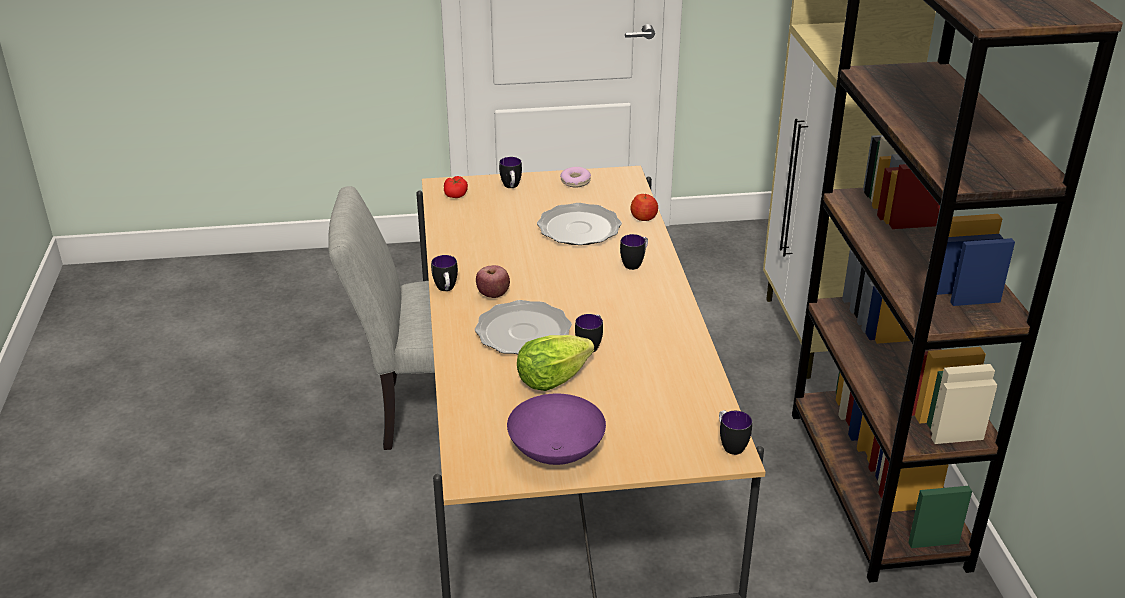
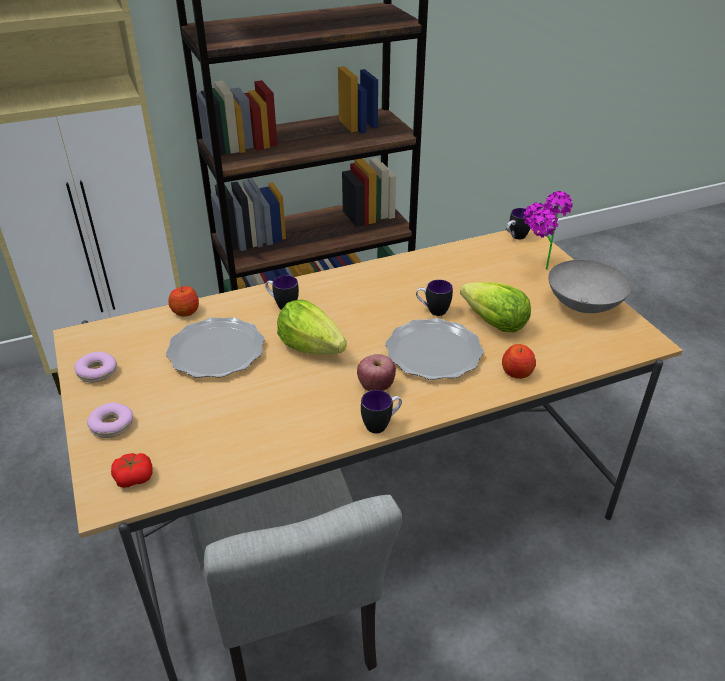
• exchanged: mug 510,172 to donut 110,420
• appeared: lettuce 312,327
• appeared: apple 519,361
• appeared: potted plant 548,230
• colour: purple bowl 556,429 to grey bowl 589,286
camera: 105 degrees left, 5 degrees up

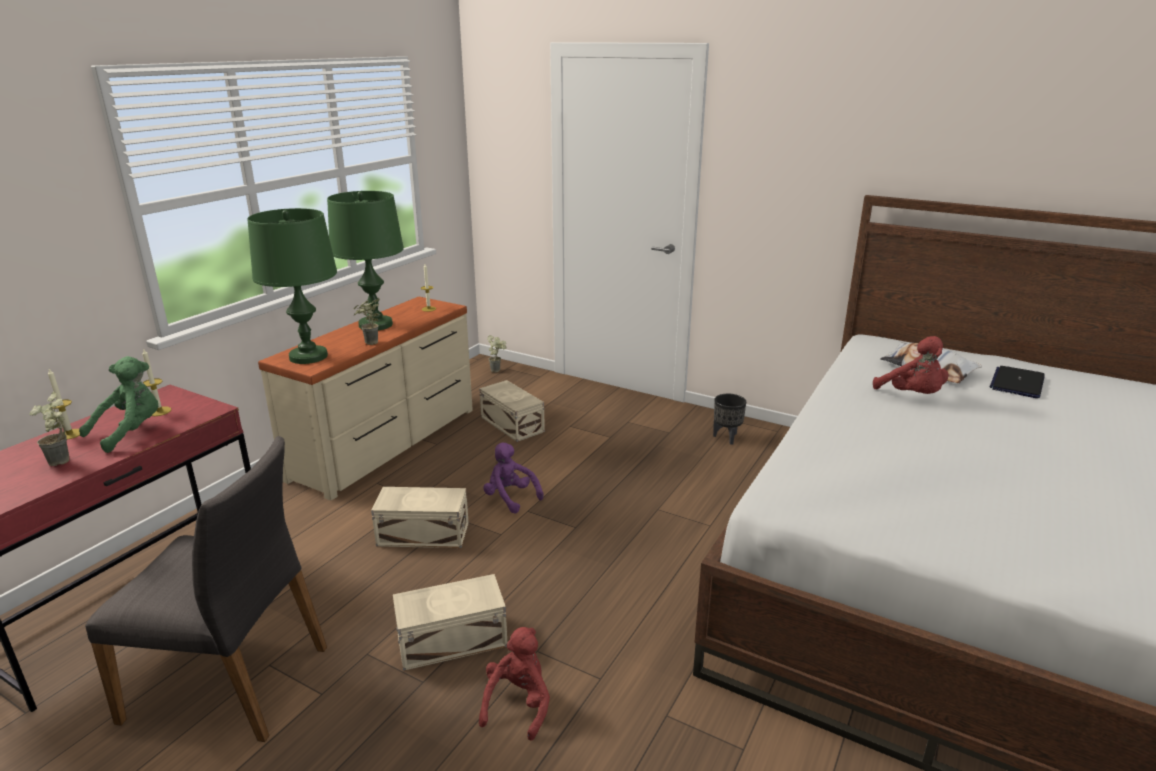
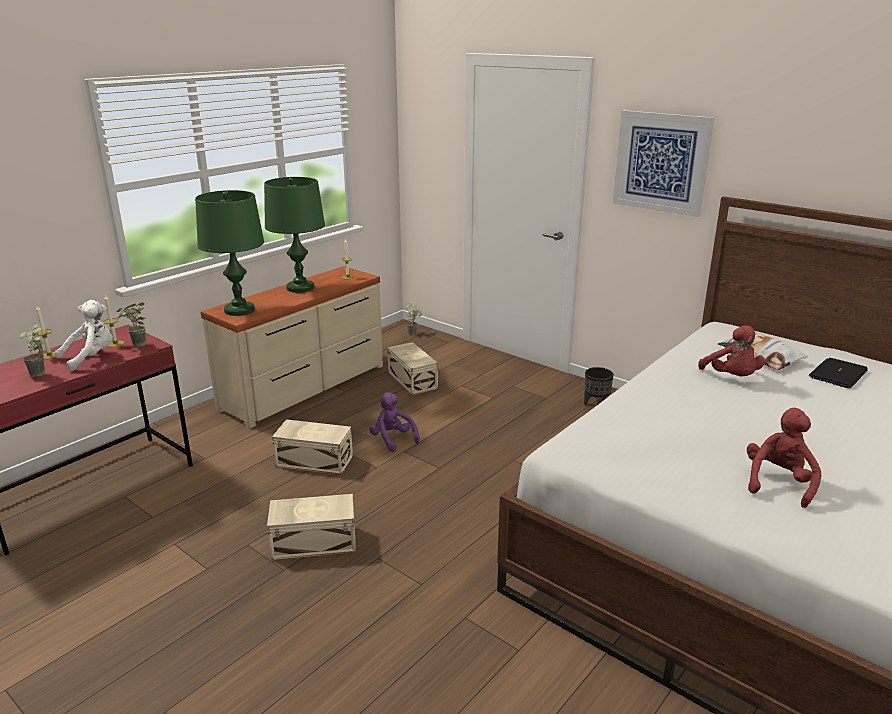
• colour: green plush toy 118,404 to white plush toy 83,335
• relocated: potted plant 367,321 to 131,324
• appeared: picture 664,163
• relocated: red plush toy 514,684 to 784,458
• missing: grey chair 206,589
camera: 10 degrees right, 0 degrees up

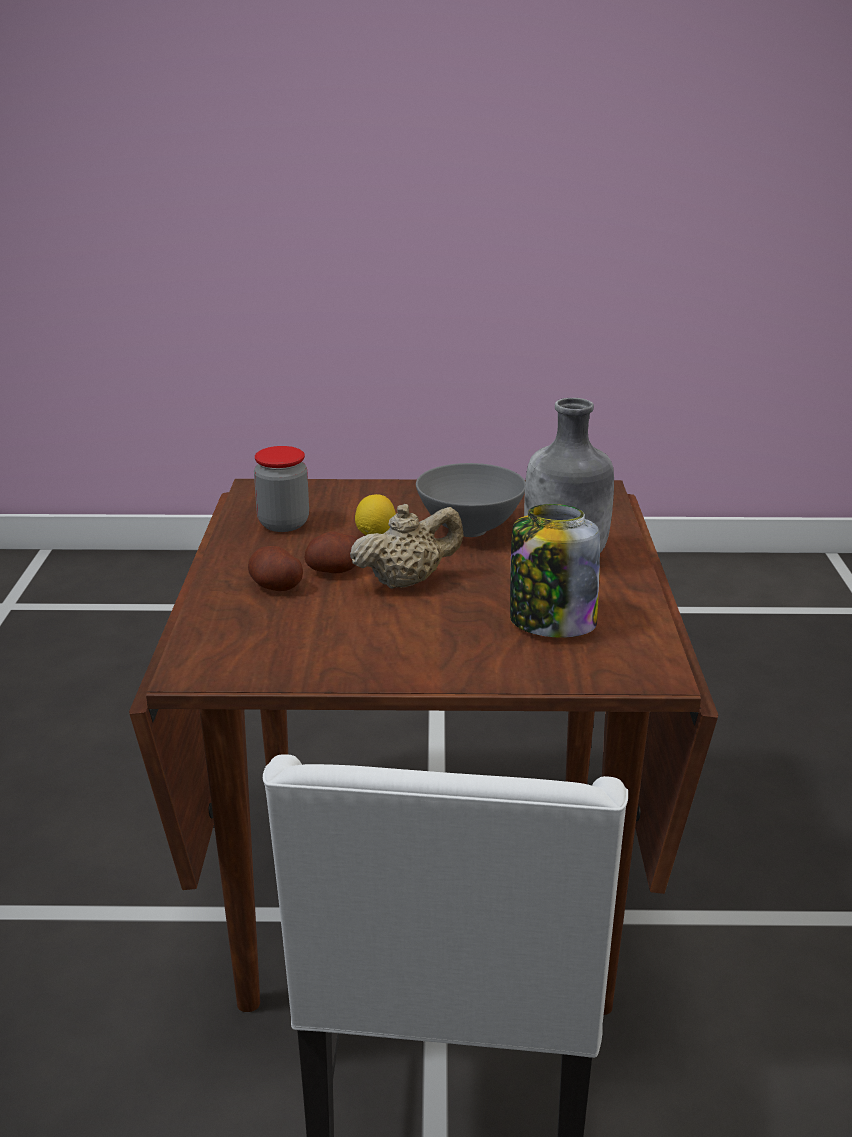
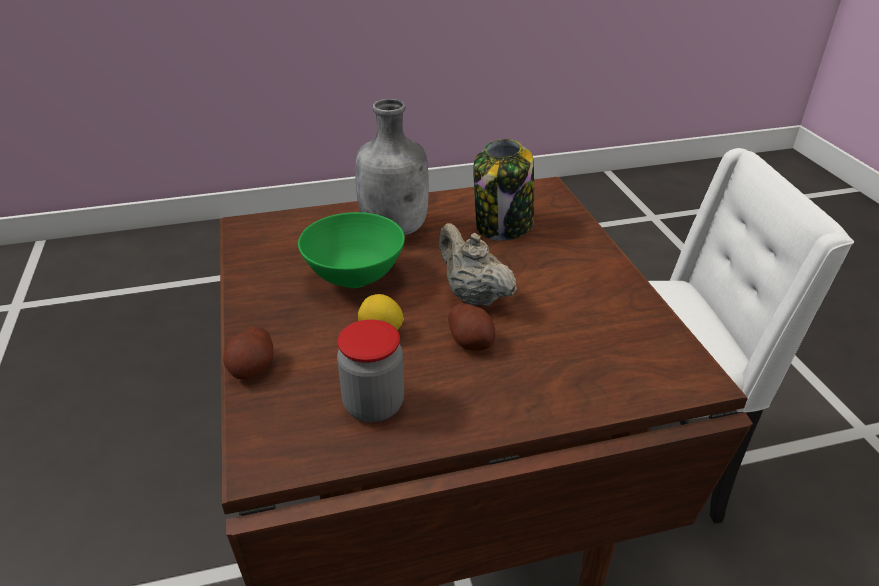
• relocated: potato 275,568 to 248,352
• colour: grey bowl 470,500 to green bowl 351,250
camera: 105 degrees left, 10 degrees up

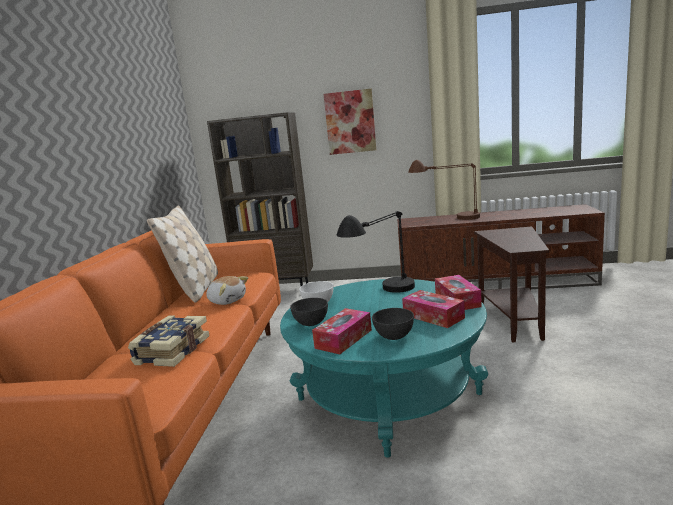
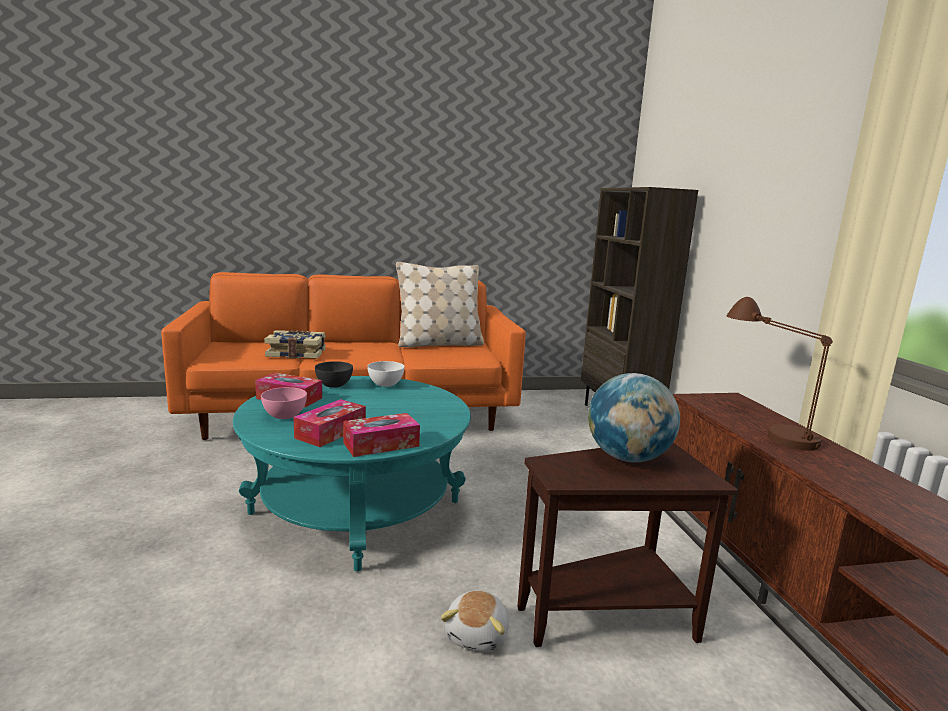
• colour: grey bowl 393,324 to pink bowl 284,403
• relocated: plush toy 227,290 to 475,621
• appeared: globe 634,417
• missing: picture 350,122
• missing: black table lamp 375,252
camera: 70 degrees right, 0 degrees up

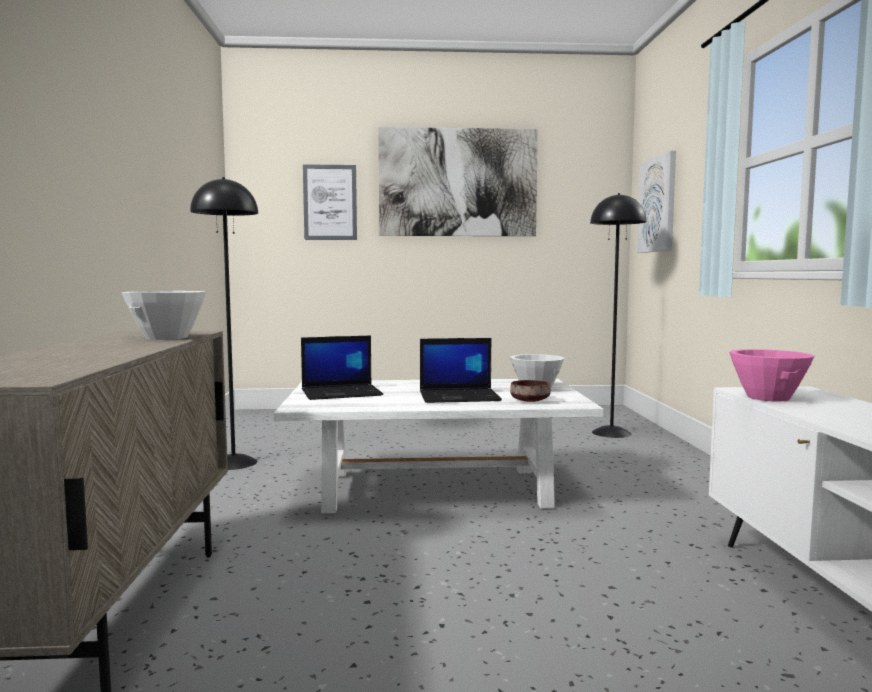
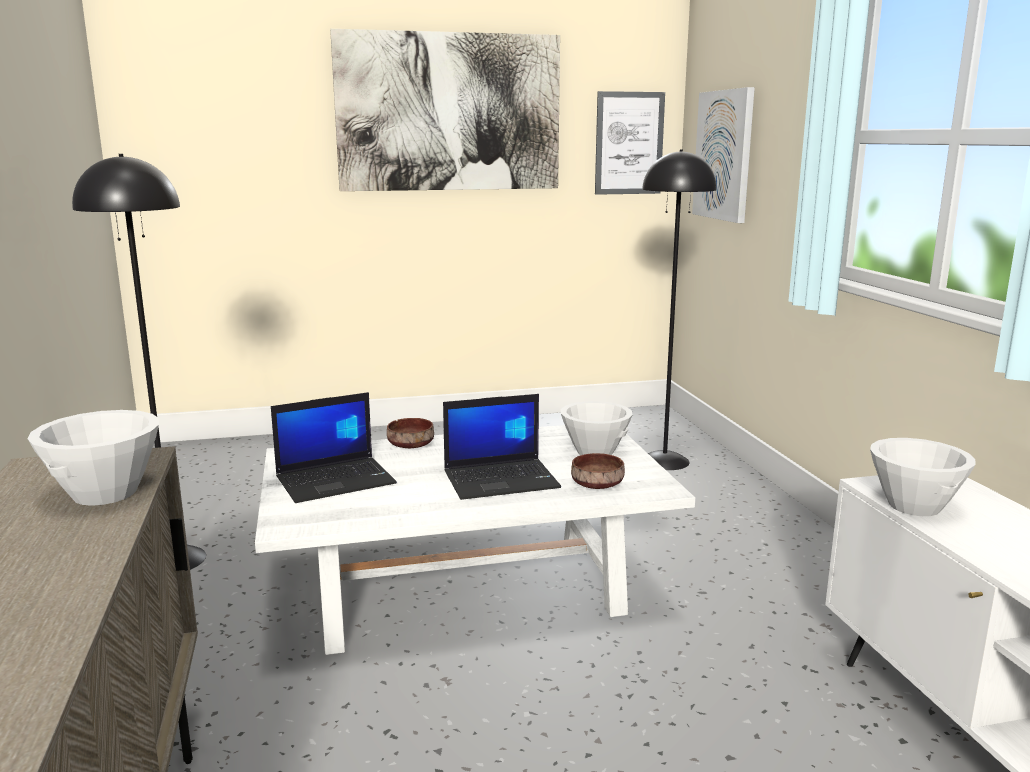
• appeared: brown bowl 410,433
• relocated: picture 330,202 to 630,143
• colour: pink bowl 771,375 to white bowl 923,477
camera: 10 degrees left, 10 degrees up

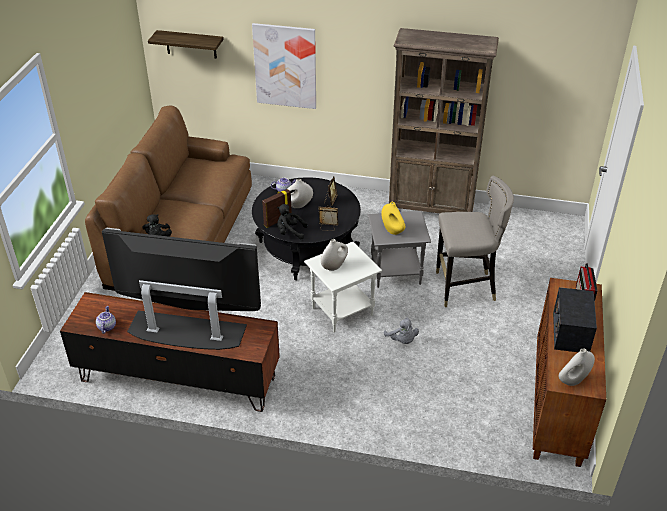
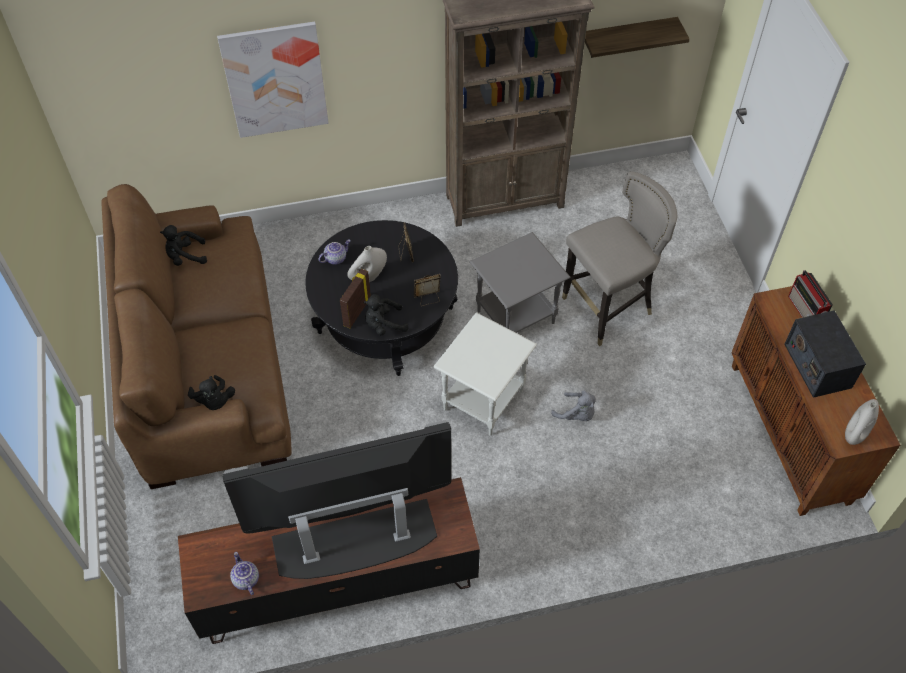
• appeared: black plush toy 183,245
• relocated: shelf 186,44 to 637,37
• missing: white vase 334,255
• missing: yellow vase 393,218
camera: 25 degrees left, 15 degrees up

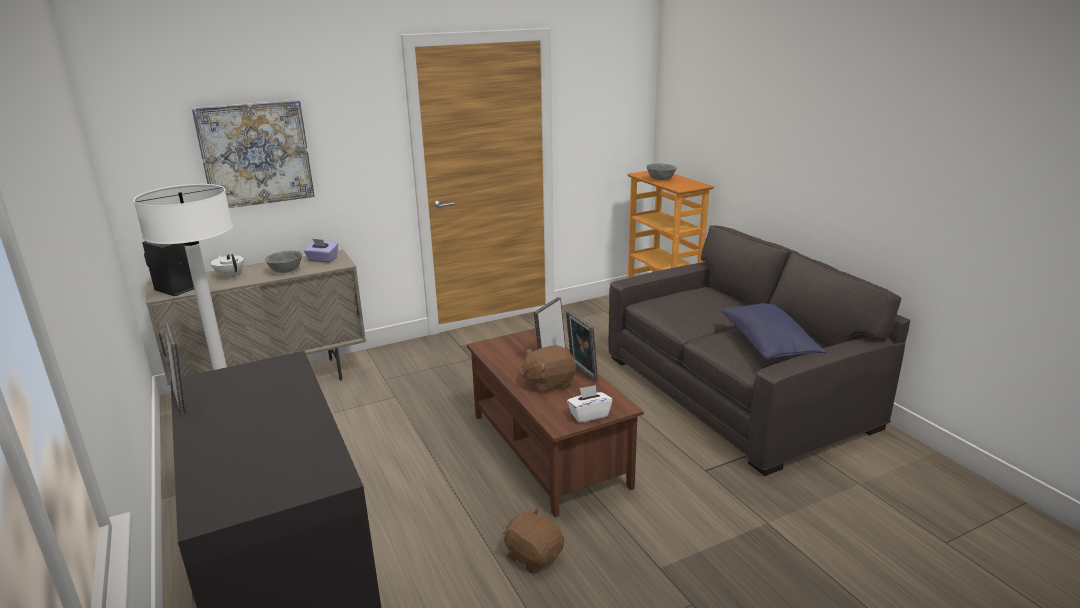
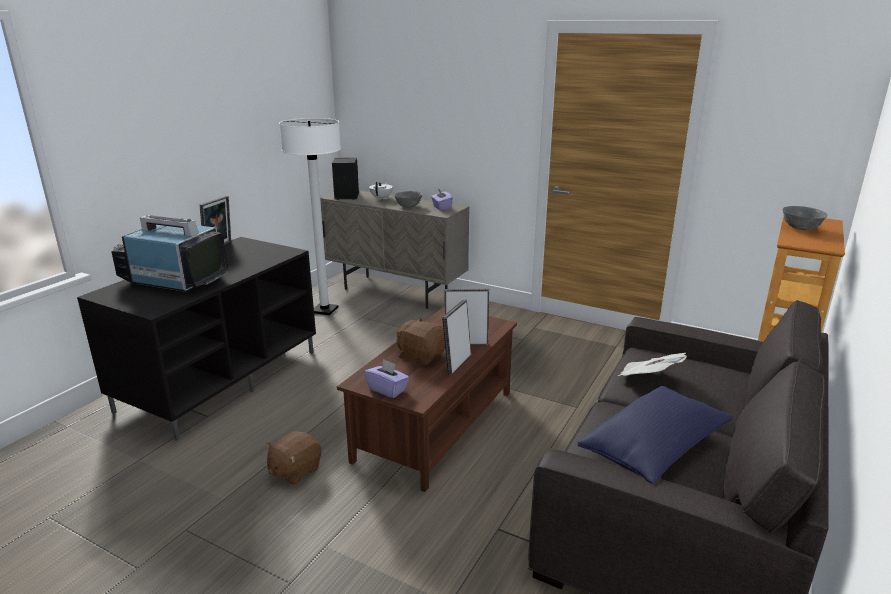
• appeared: television 169,253
• spun: brown plush toy 533,540 = 294,458 150 degrees counterclockwise
• colour: white tissue box 589,404 to purple tissue box 386,378
• appeared: newspaper 652,364
• missing: picture 253,154
camera: 55 degrees right, 0 degrees up

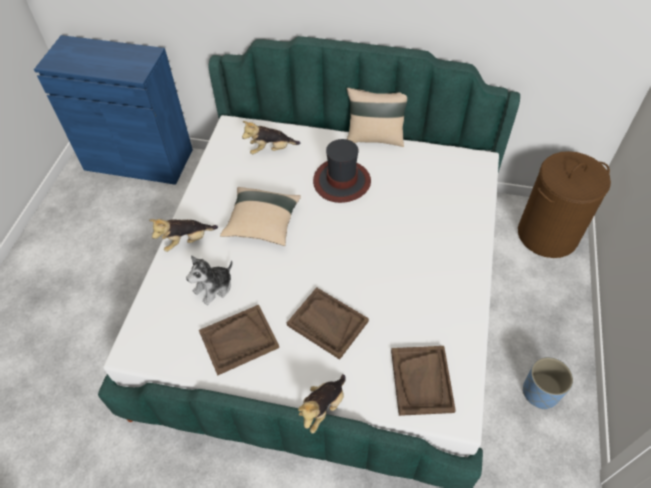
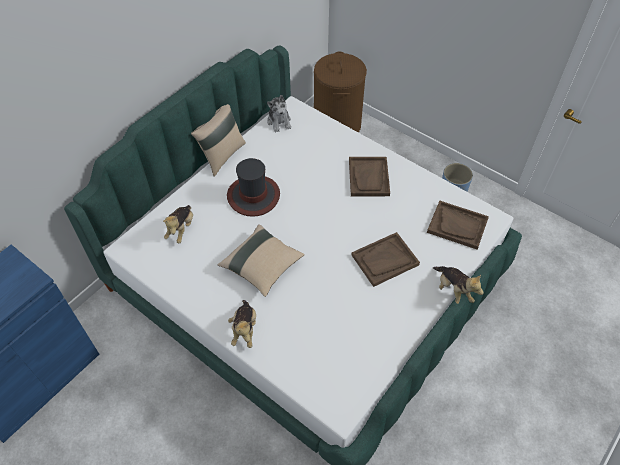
• relocated: plush toy 209,280 to 279,113
• relocated: brown tray 239,340 to 369,176
camera: 65 degrees left, 0 degrees up

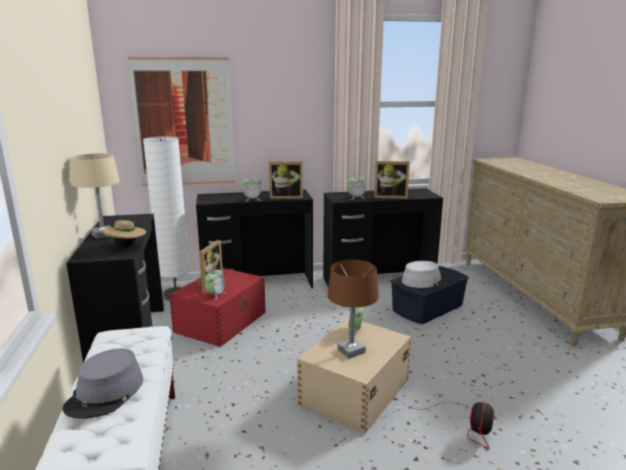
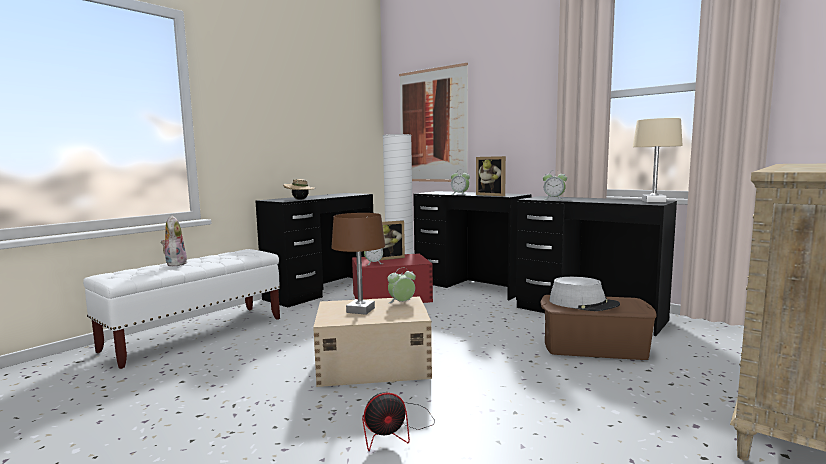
• exchanged: grey hat 103,383 to plush toy 173,240
• colour: blue storage box 430,294 to brown storage box 598,327
• relocated: beige table lamp 95,196 to 658,160
• missing: picture frame 392,180
camera: 50 degrees right, 10 degrees down

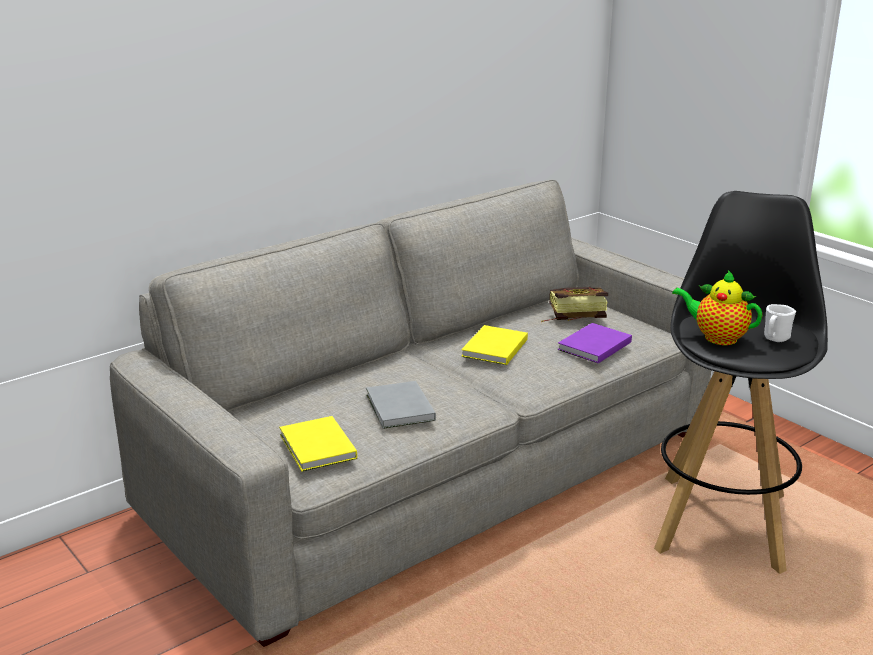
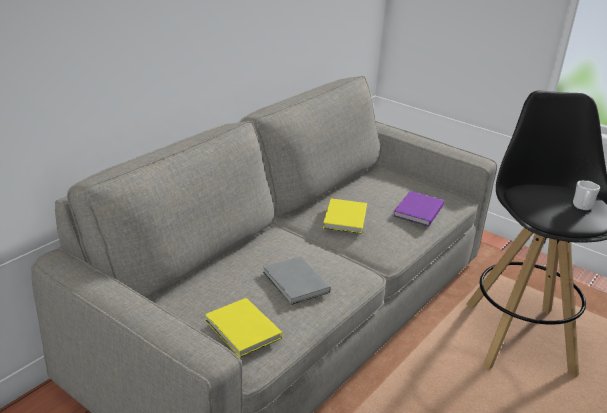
• missing: book 574,304
• missing: teapot 717,307
camera: 15 degrees left, 5 degrees up

